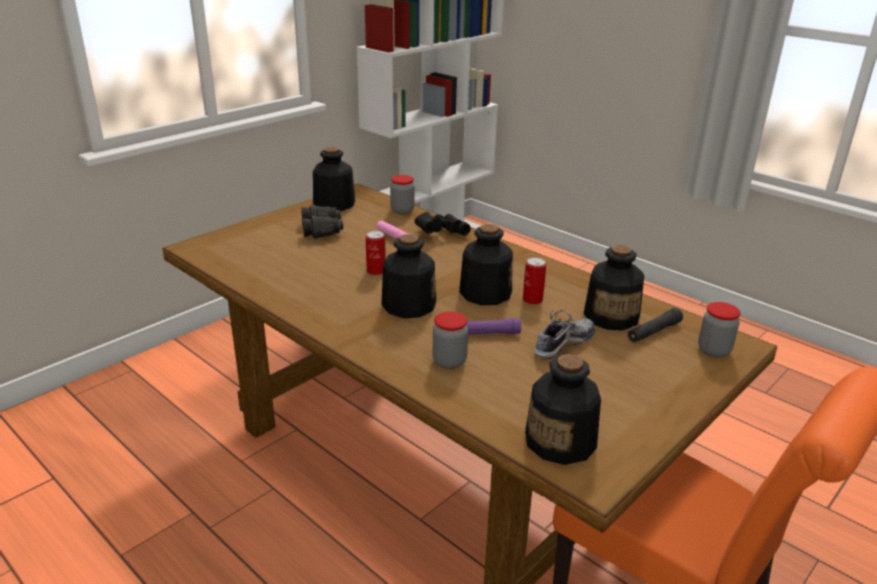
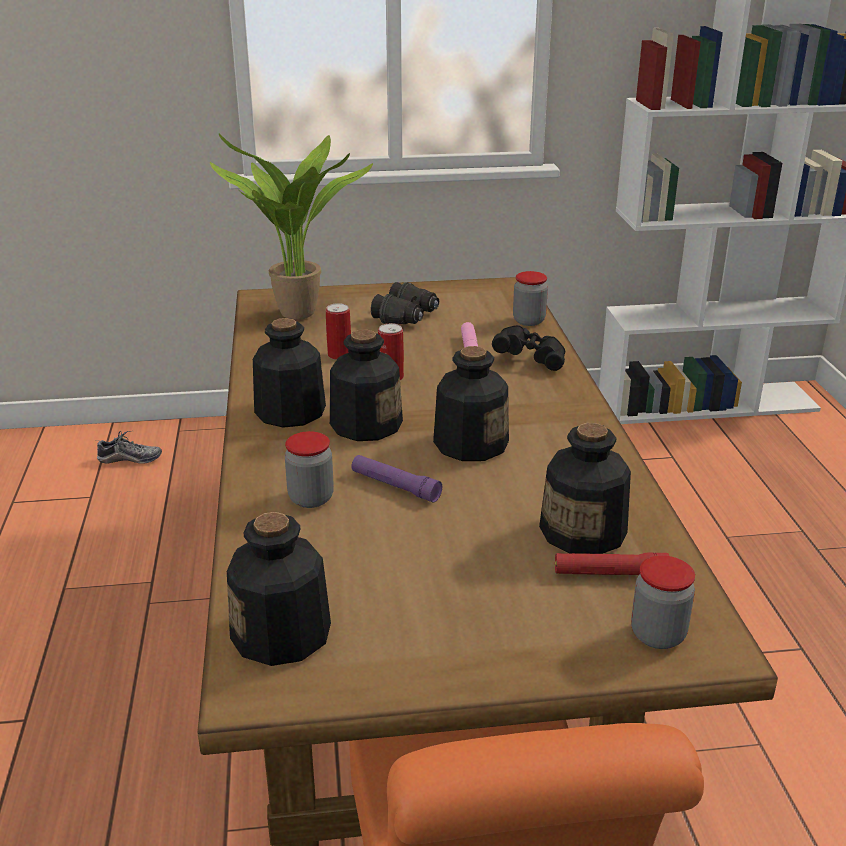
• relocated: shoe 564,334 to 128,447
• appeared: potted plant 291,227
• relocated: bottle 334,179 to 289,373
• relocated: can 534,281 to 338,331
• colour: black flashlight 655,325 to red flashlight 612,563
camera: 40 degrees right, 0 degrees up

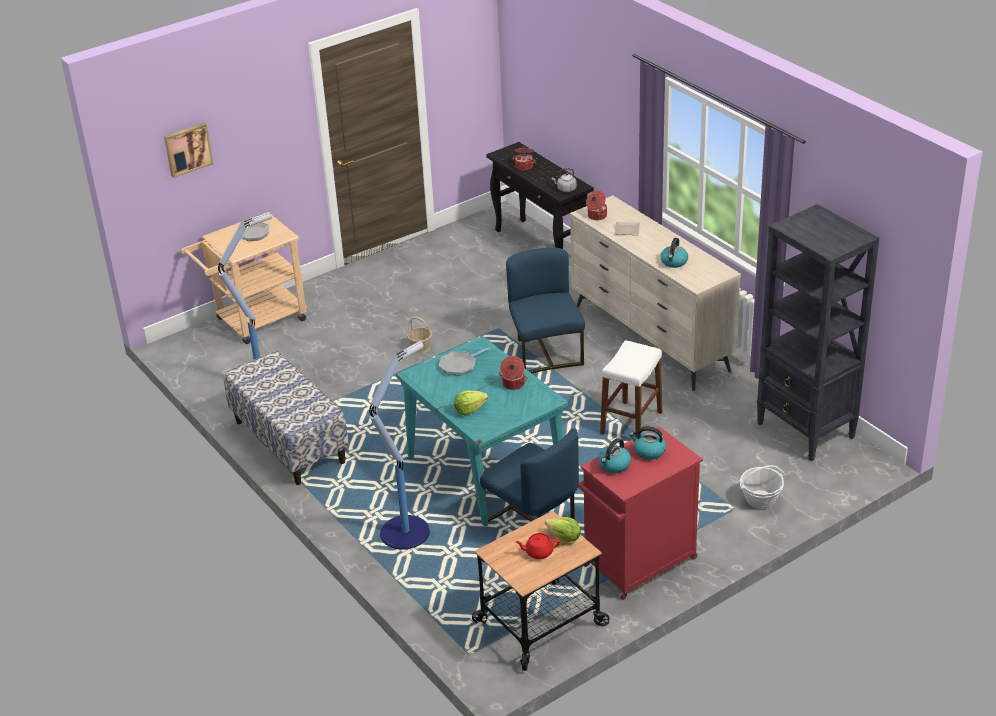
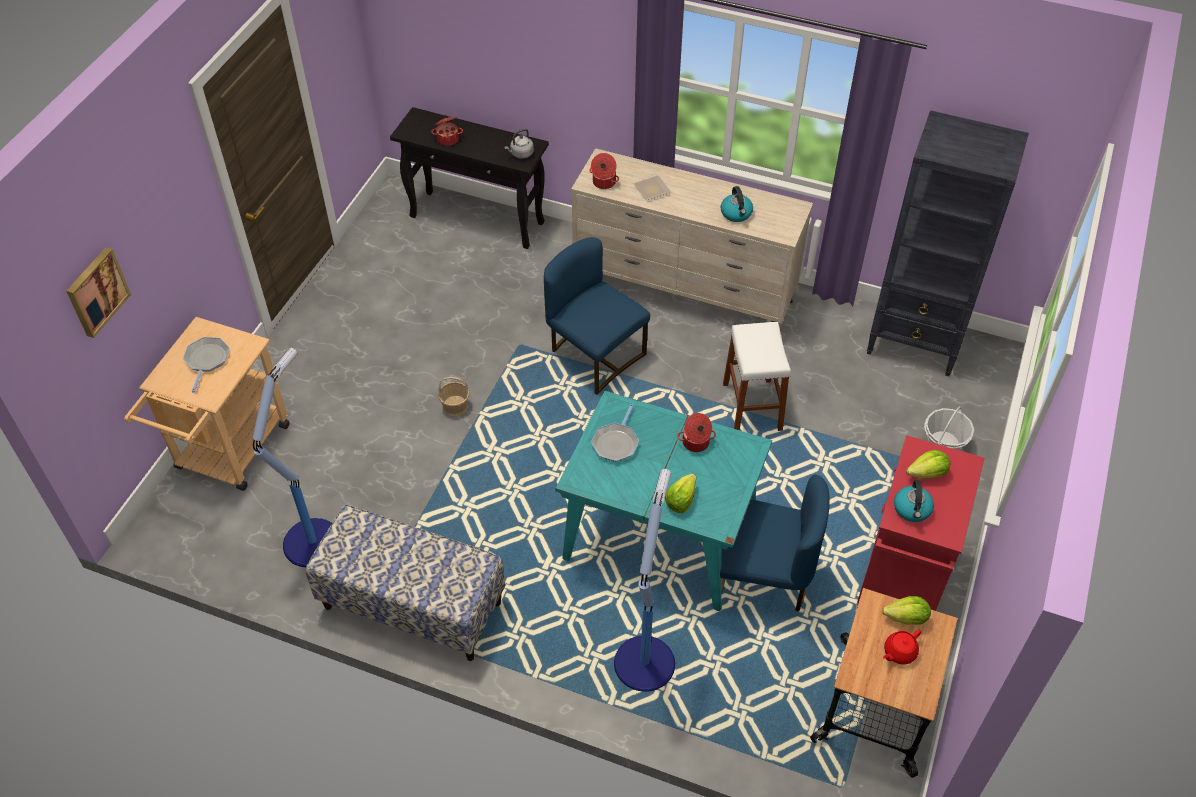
• exchanged: kettle 647,443 to lettuce 928,464
camera: 35 degrees left, 15 degrees up

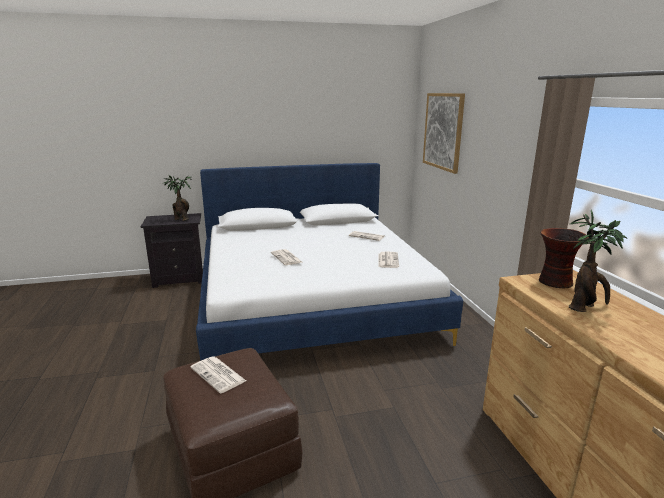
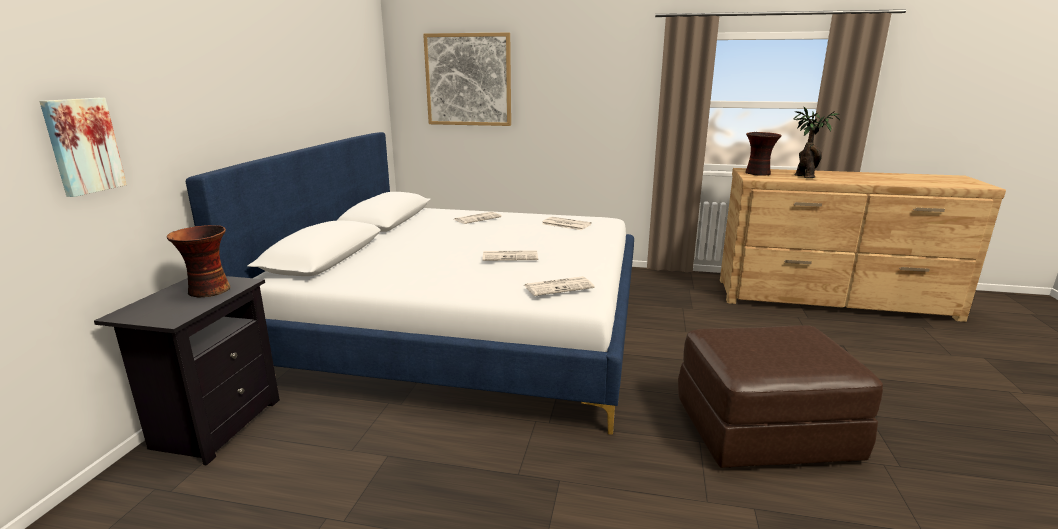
• appeared: picture 83,147
• exchanged: potted plant 177,198 to vase 199,261
• relocated: newspaper 218,374 to 559,286
camera: 65 degrees left, 0 degrees up

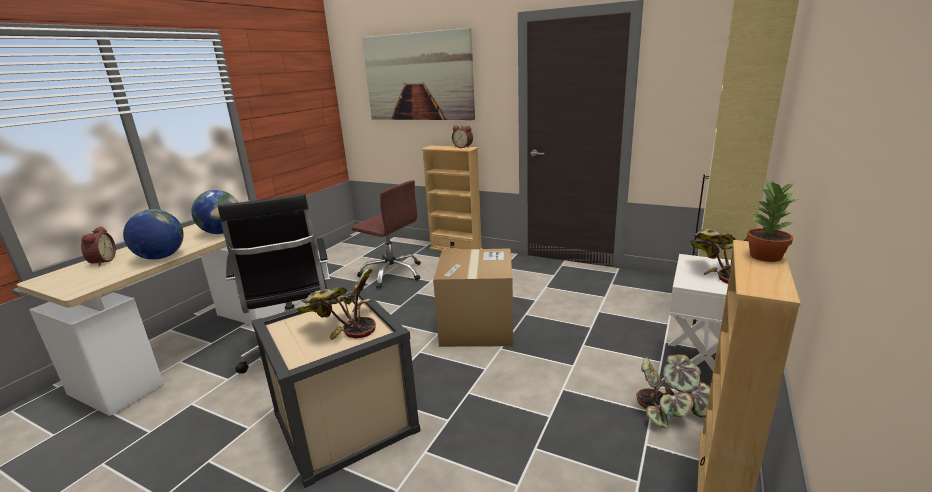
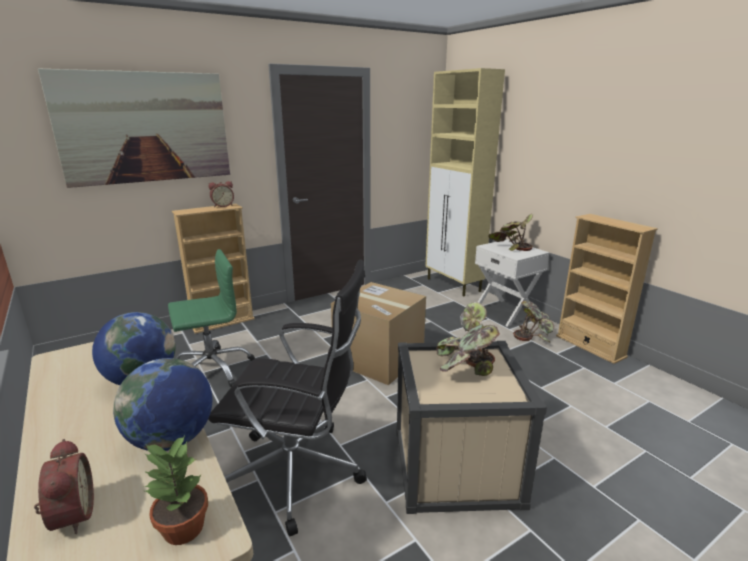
• spun: alarm clock 98,246 = 64,486 45 degrees clockwise
• relocated: potted plant 773,221 to 176,490
• colour: brown office chair 386,234 to green office chair 211,318
camera: 60 degrees left, 0 degrees up

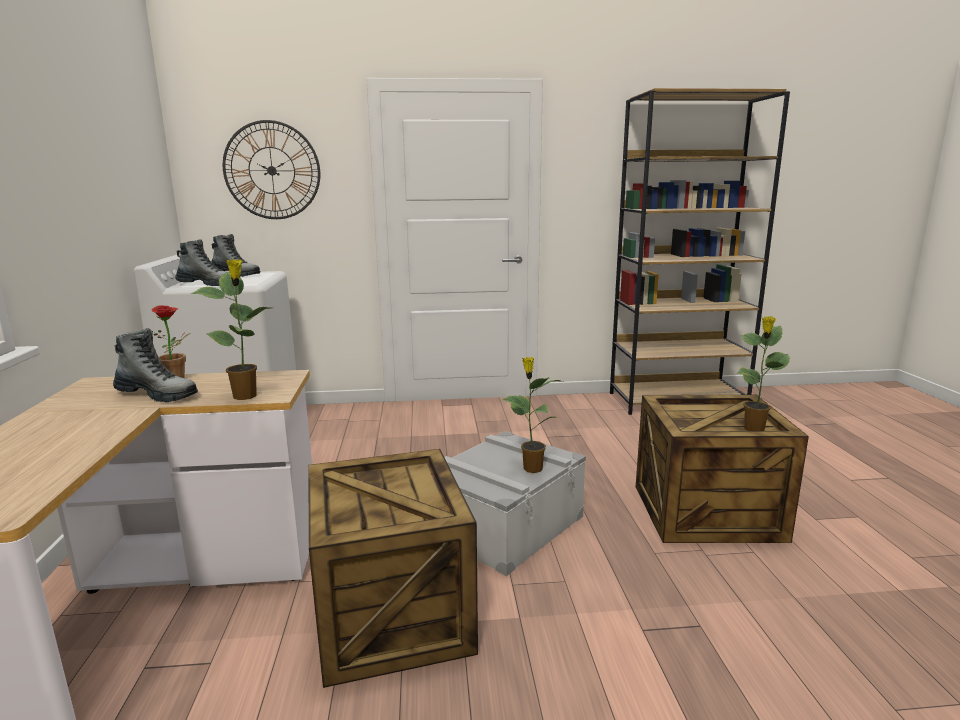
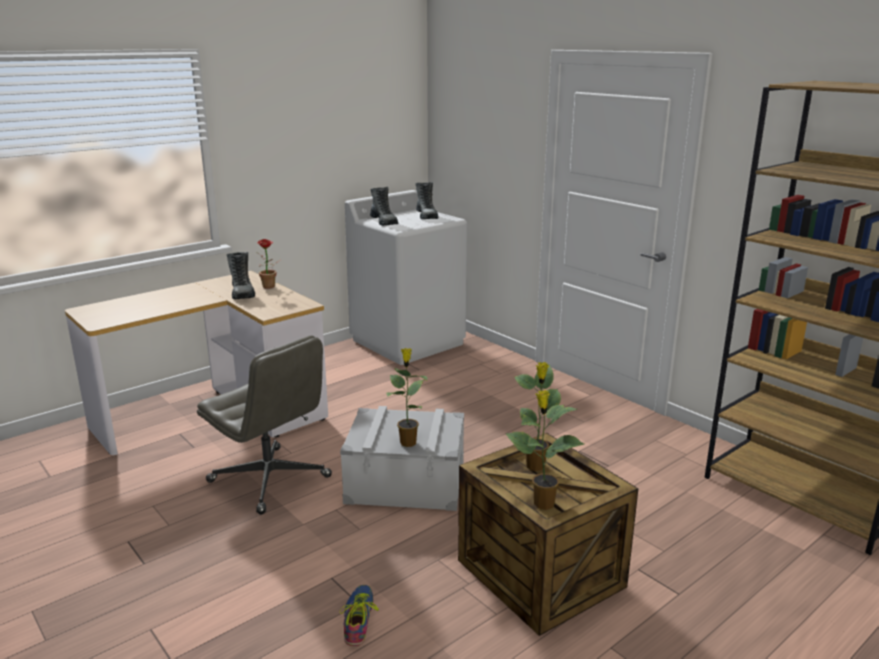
• exchanged: crate 393,568 to grey office chair 264,424
• appeared: shoe 359,615
• relocated: potted plant 230,329 to 537,416
• missing: wall clock 271,169
camera: 55 degrees right, 5 degrees up

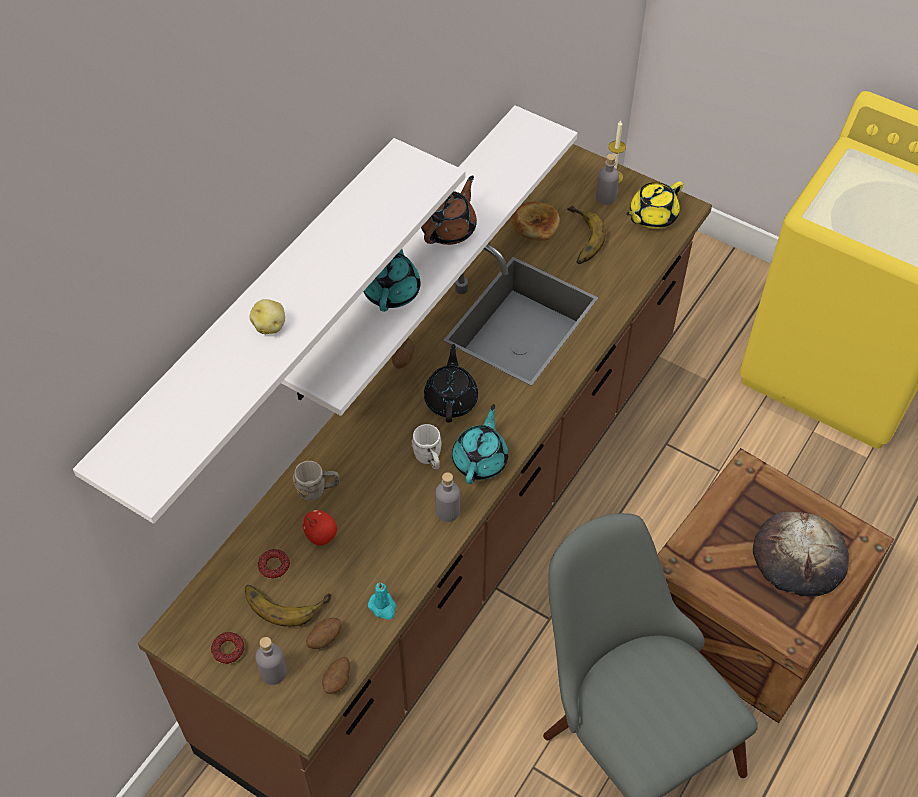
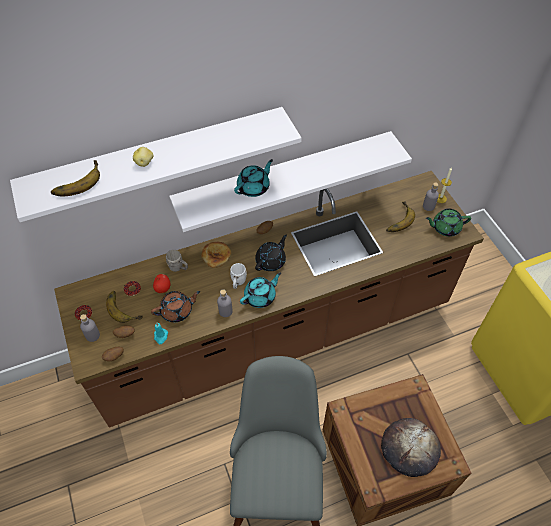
• appeared: banana 75,178
• relocated: brown teapot 449,210 to 175,306
• relocated: bread 535,221 to 216,255
• colour: yellow teapot 654,205 to green teapot 448,222
camera: 35 degrees right, 0 degrees up

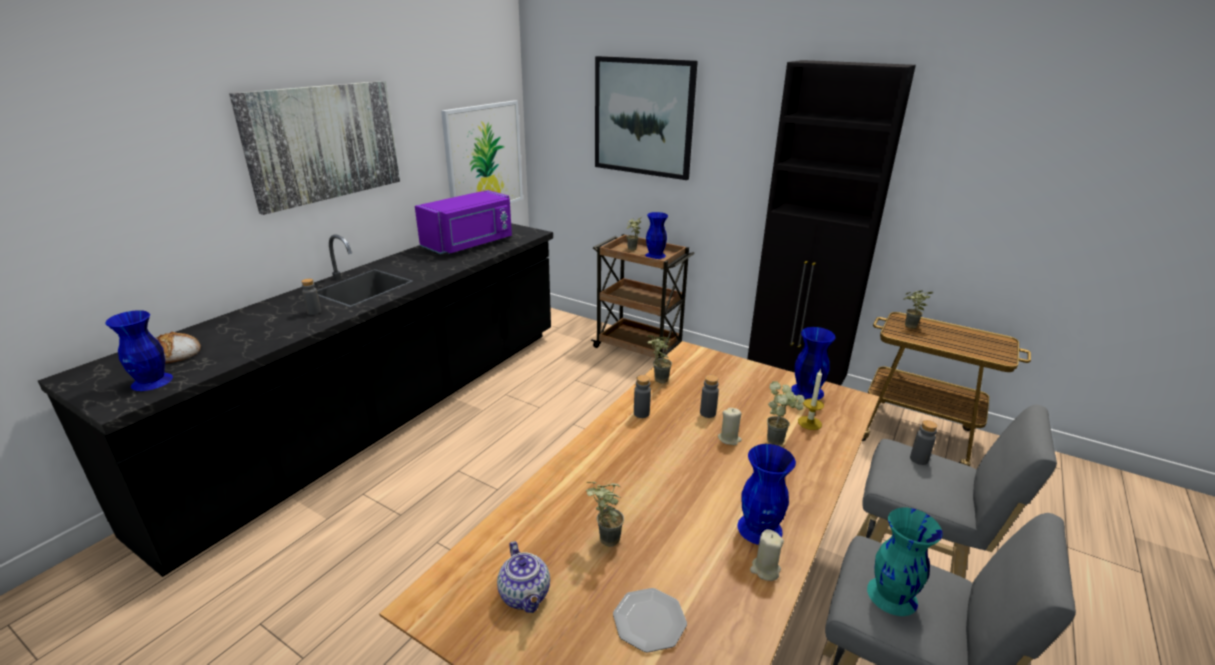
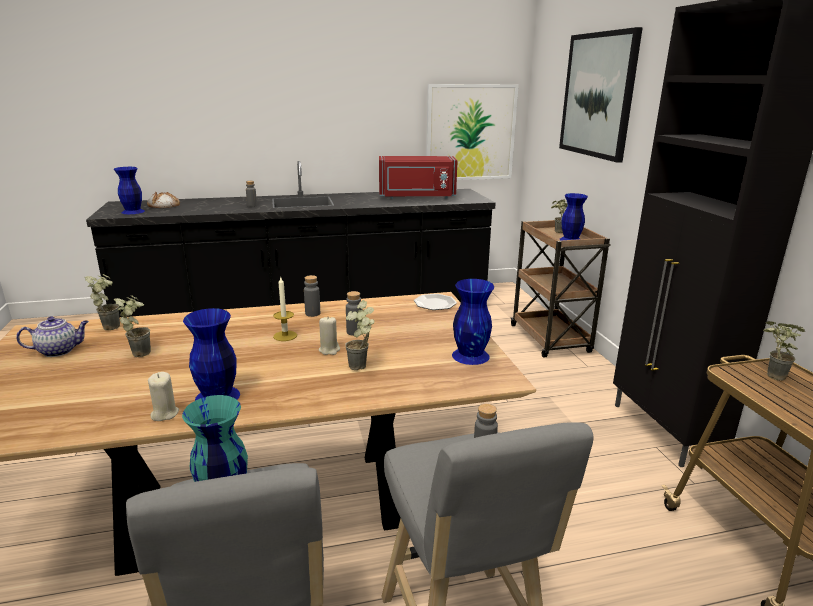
• spun: teapot 523,577 = 52,336 135 degrees counterclockwise
• relocated: potted plant 659,359 to 102,302
• relocated: candle 811,399 to 285,309
• colour: purple microwave 463,222 to red microwave 418,177
• relocated: plate 650,620 to 435,302
• missing: picture 314,148
camera: 45 degrees right, 5 degrees down

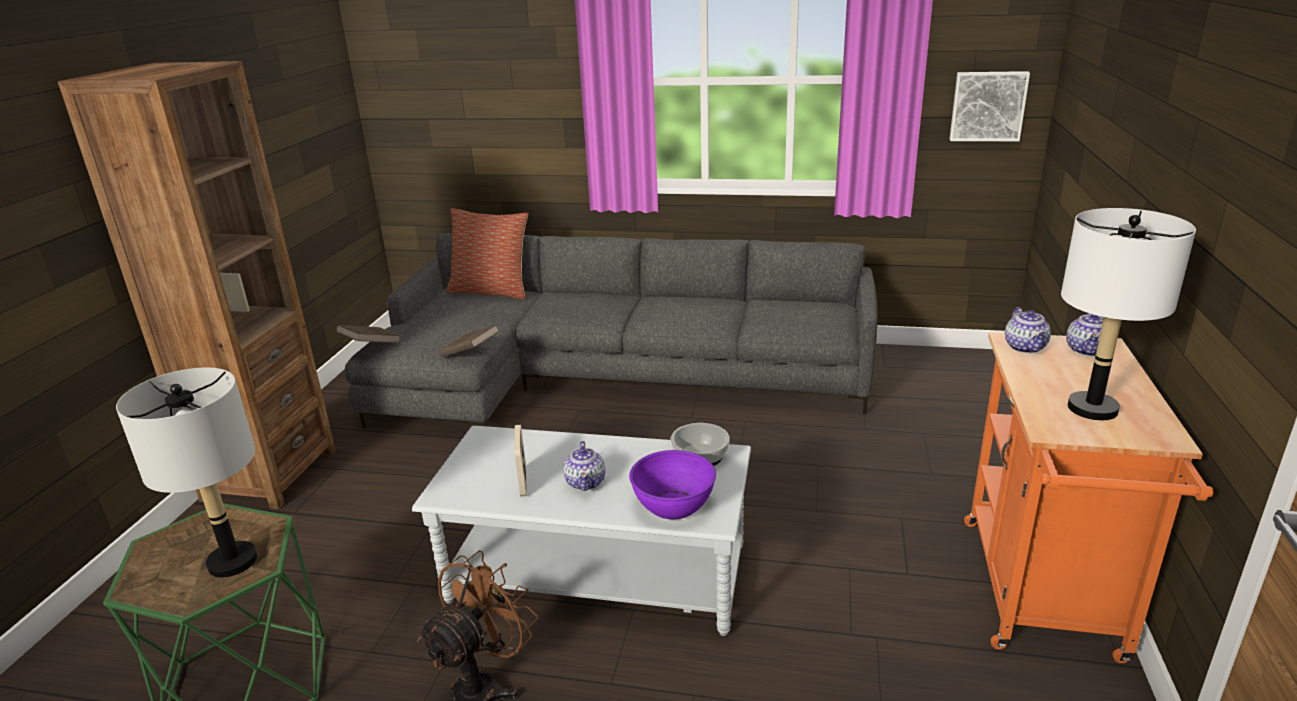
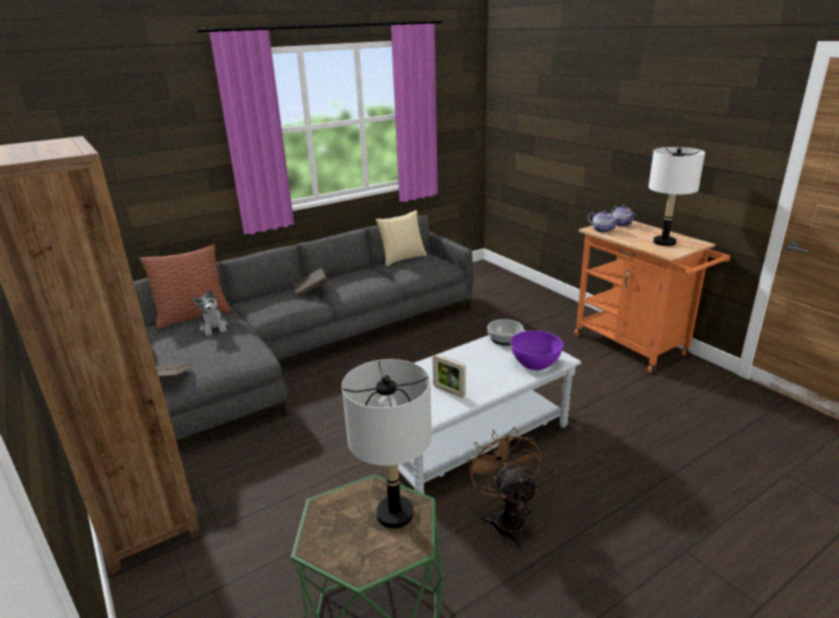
• appeared: plush toy 210,312
• relocated: brown book 468,341 to 310,282
• appeared: pillow 401,238
• missing: teapot 584,466
• missing: picture 989,106
camera: 45 degrees left, 0 degrees up

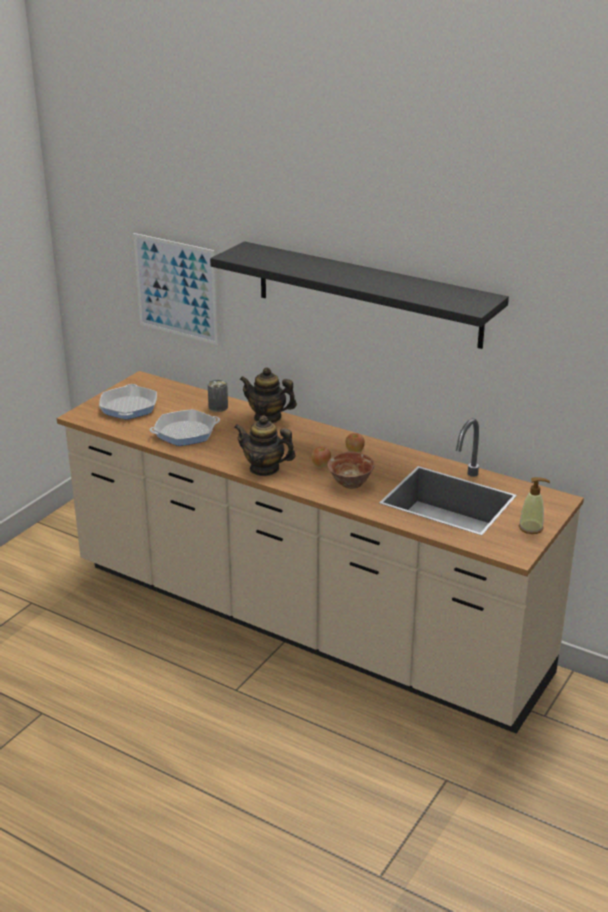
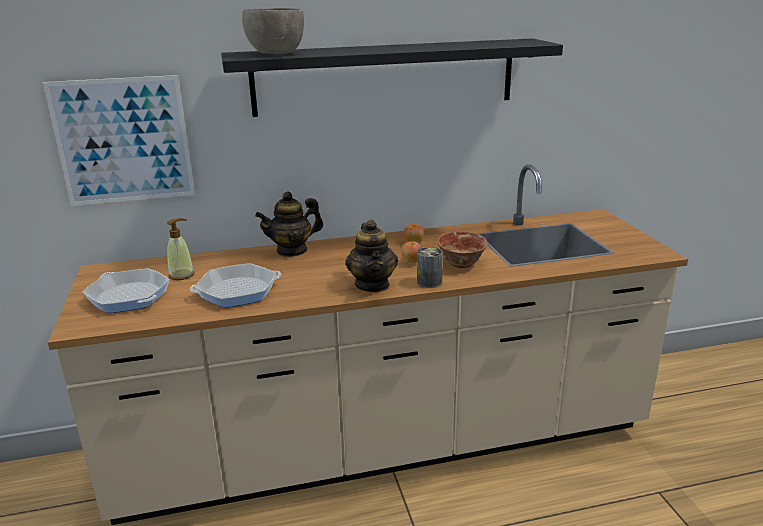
• relocated: soap dispenser 534,505 to 180,249
• spun: frying pan 184,427 = 235,285 135 degrees counterclockwise
• appeared: grey bowl 273,31
• spun: teapot 265,445 = 371,256 75 degrees counterclockwise
• relocated: can 218,396 to 430,267
camera: 45 degrees left, 5 degrees down

